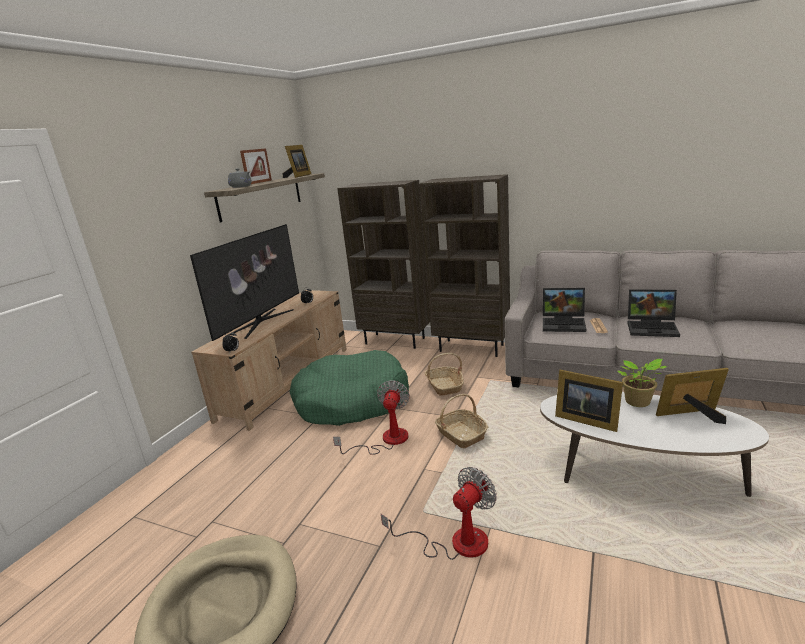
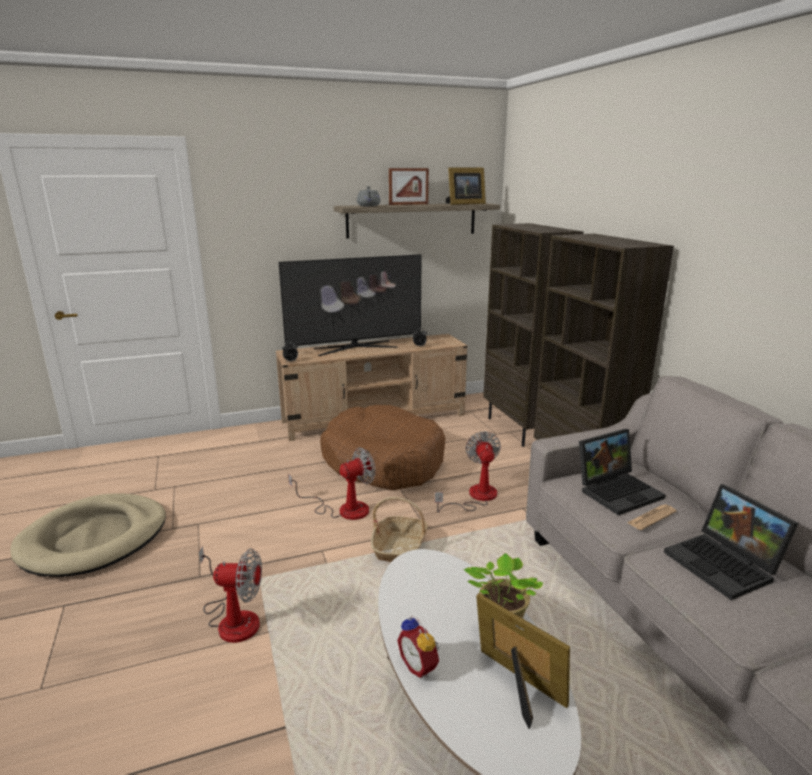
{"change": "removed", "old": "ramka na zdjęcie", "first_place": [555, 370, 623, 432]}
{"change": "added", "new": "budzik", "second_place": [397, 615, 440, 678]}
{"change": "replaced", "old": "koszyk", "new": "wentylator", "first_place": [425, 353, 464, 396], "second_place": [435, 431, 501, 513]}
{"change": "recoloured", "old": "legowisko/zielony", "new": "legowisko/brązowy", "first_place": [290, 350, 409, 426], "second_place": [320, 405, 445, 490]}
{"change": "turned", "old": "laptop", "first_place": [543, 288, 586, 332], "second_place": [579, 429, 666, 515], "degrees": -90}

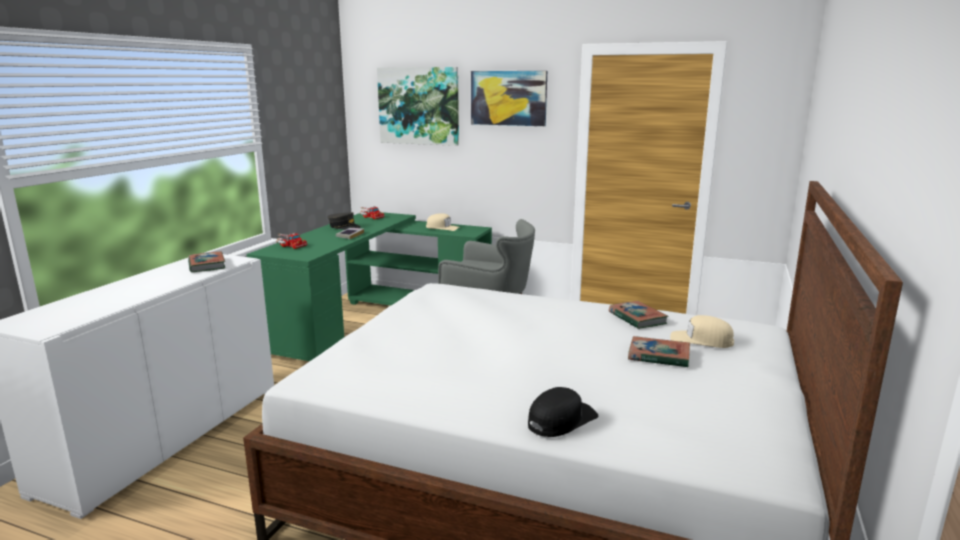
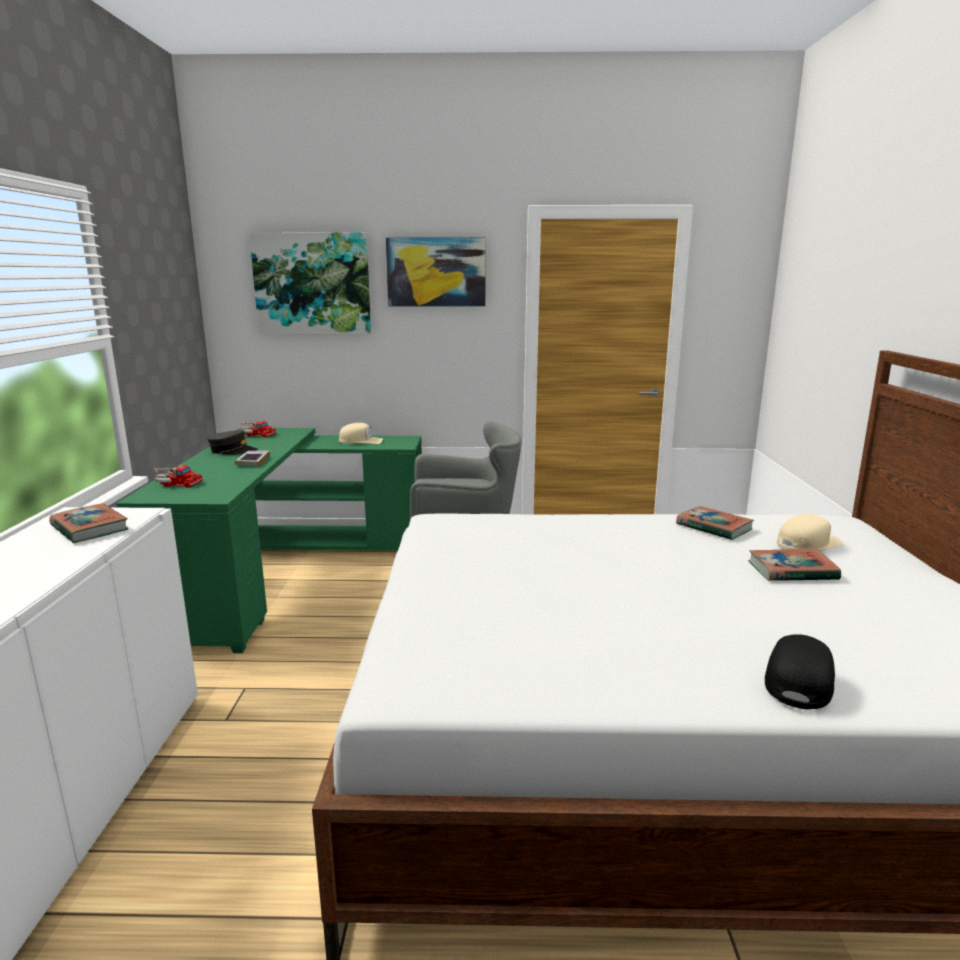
{"change": "turned", "old": "czapka z daszkiem/beżowy", "first_place": [670, 315, 734, 348], "second_place": [777, 514, 845, 551], "degrees": 150}

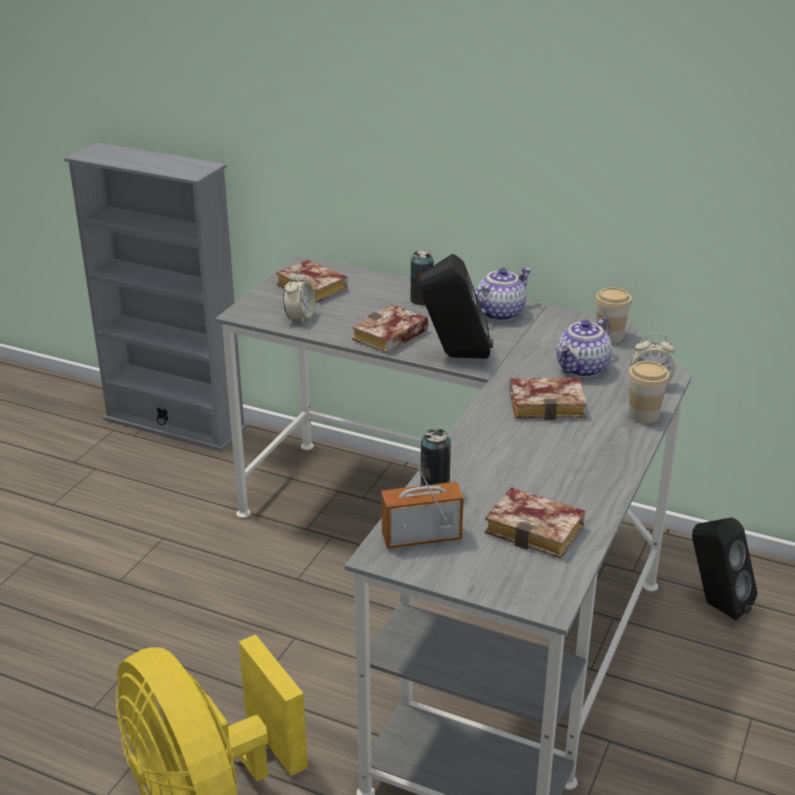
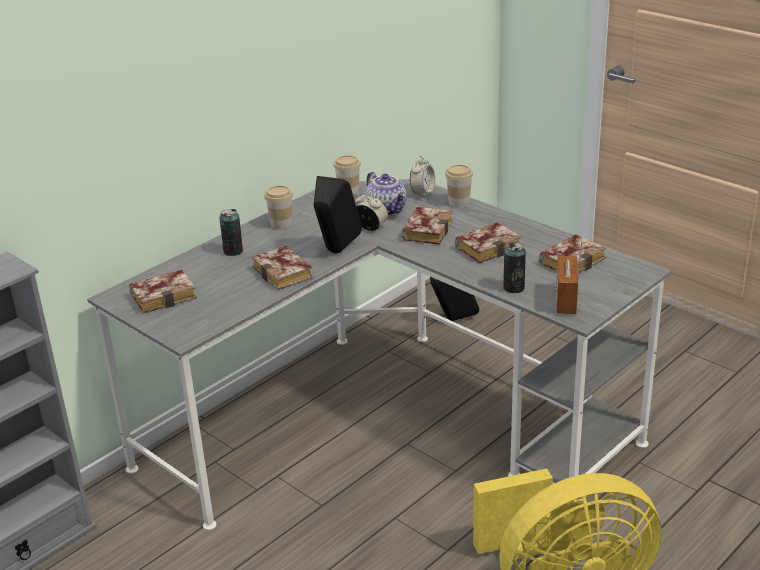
{"change": "added", "new": "książka", "second_place": [455, 222, 522, 263]}
{"change": "moved", "old": "budzik", "first_place": [283, 270, 315, 324], "second_place": [355, 192, 388, 231]}
{"change": "replaced", "old": "imbryk", "new": "filiżanka", "first_place": [475, 268, 531, 321], "second_place": [264, 185, 293, 230]}

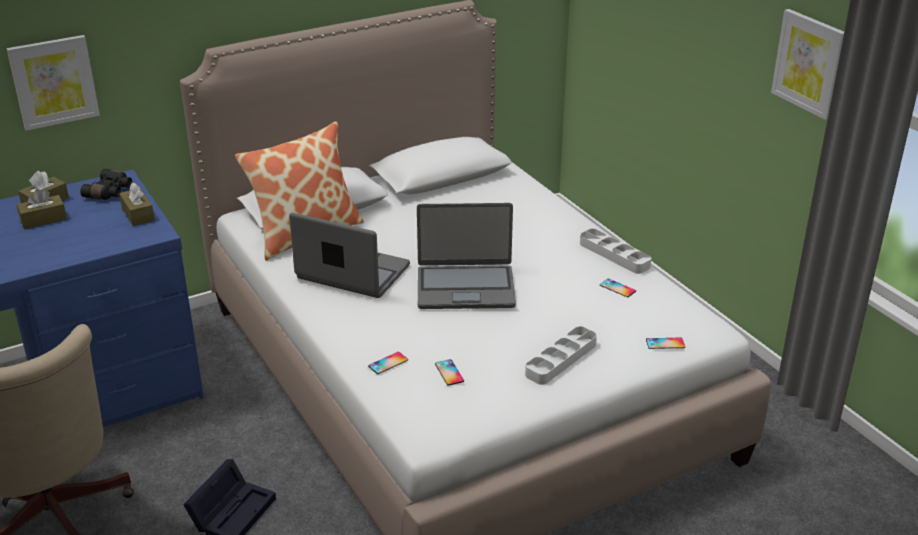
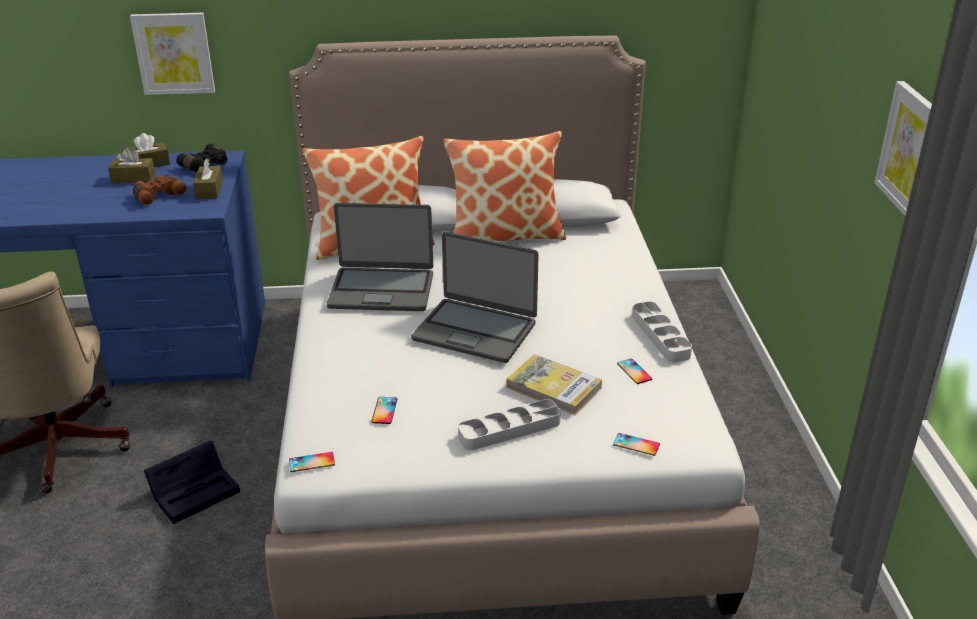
{"change": "added", "new": "lornetka/brązowy", "second_place": [133, 175, 187, 206]}
{"change": "added", "new": "poduszka", "second_place": [443, 131, 566, 241]}
{"change": "added", "new": "książka", "second_place": [506, 354, 602, 415]}
{"change": "moved", "old": "telefon", "first_place": [368, 352, 408, 374], "second_place": [289, 452, 335, 472]}
{"change": "turned", "old": "laptop", "first_place": [289, 213, 410, 298], "second_place": [327, 203, 433, 311], "degrees": 135}

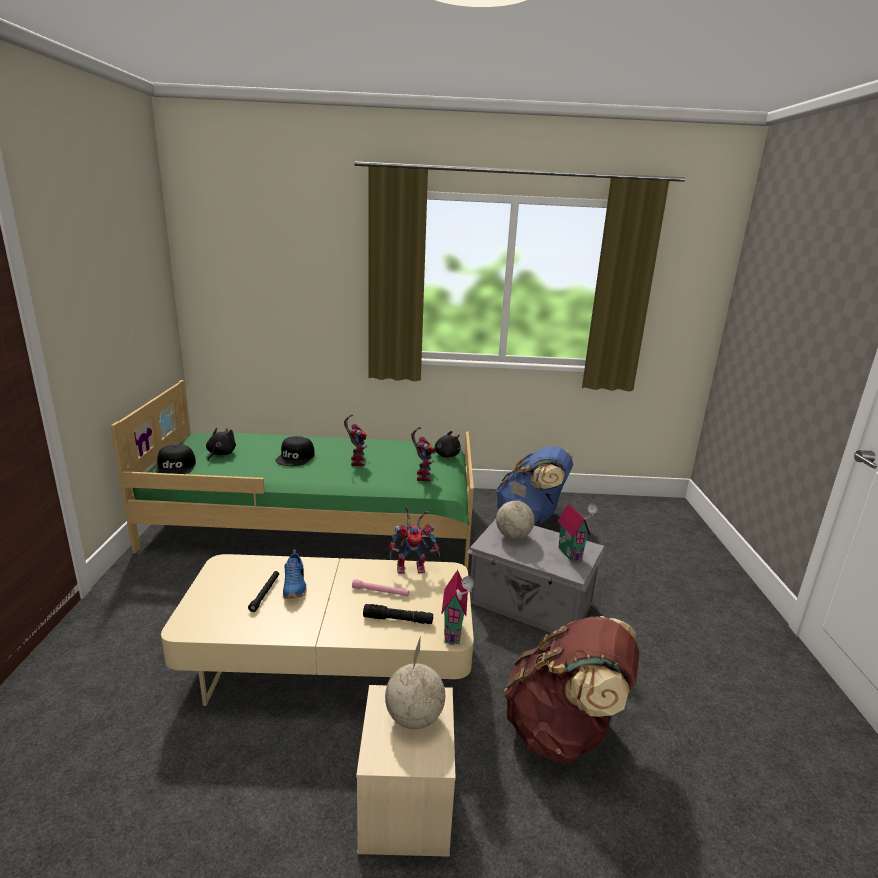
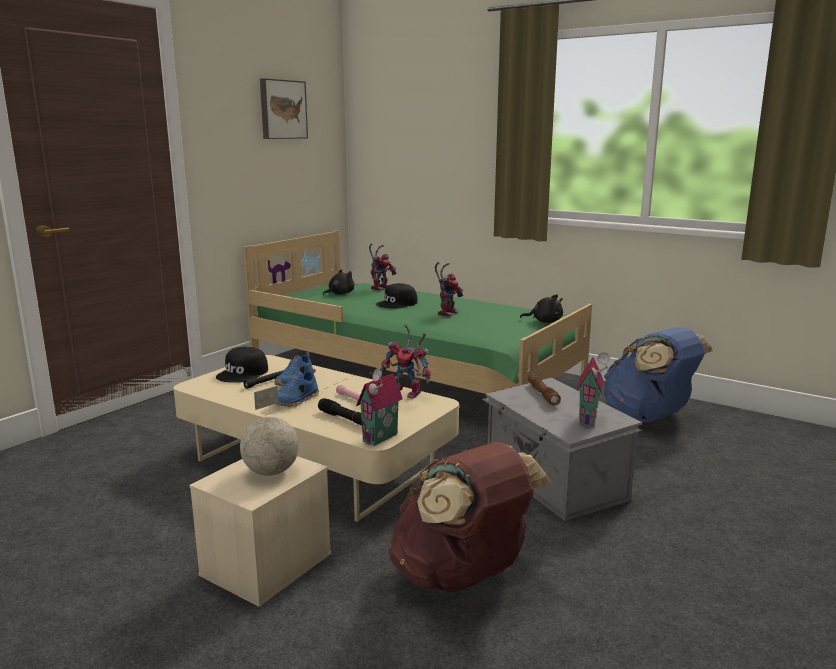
{"change": "added", "new": "obraz", "second_place": [260, 78, 308, 139]}
{"change": "added", "new": "but/niebieski", "second_place": [277, 369, 319, 407]}
{"change": "moved", "old": "czapka z daszkiem/czarny", "first_place": [155, 445, 196, 474], "second_place": [216, 347, 268, 383]}
{"change": "moved", "old": "robot zabawkowy", "first_place": [411, 427, 434, 482], "second_place": [369, 243, 397, 291]}
{"change": "replaced", "old": "globus", "new": "latarka/brązowy", "first_place": [496, 481, 534, 539], "second_place": [528, 374, 561, 406]}

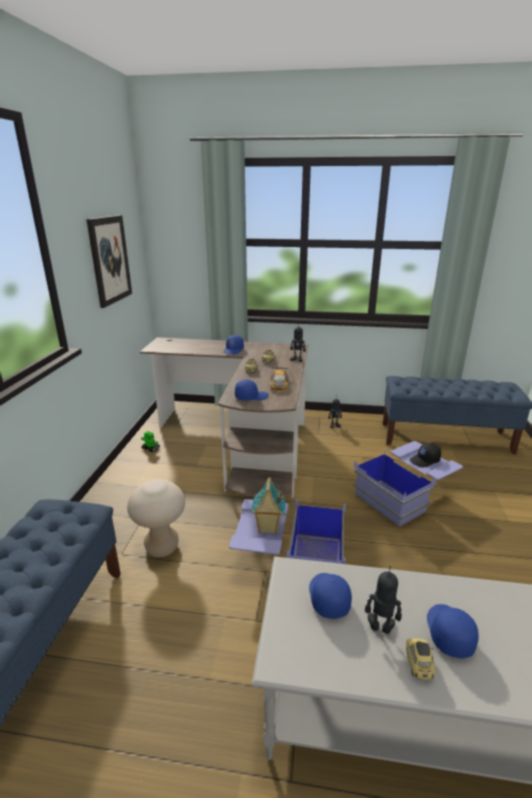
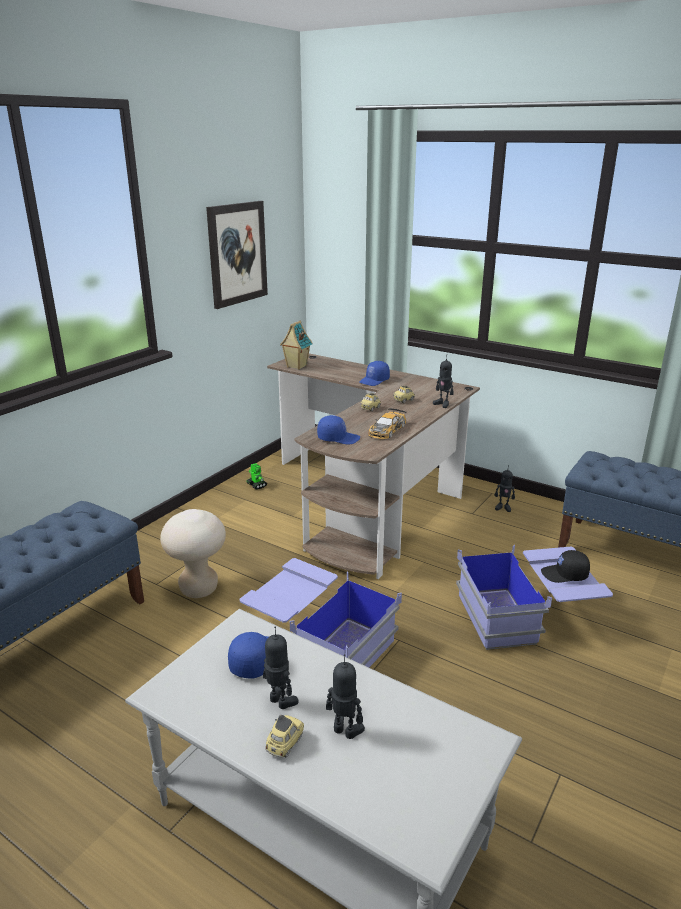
{"change": "moved", "old": "domek", "first_place": [252, 477, 285, 534], "second_place": [280, 320, 313, 370]}
{"change": "replaced", "old": "czapka z daszkiem/niebieski", "new": "robot zabawkowy", "first_place": [427, 604, 479, 658], "second_place": [326, 654, 365, 739]}

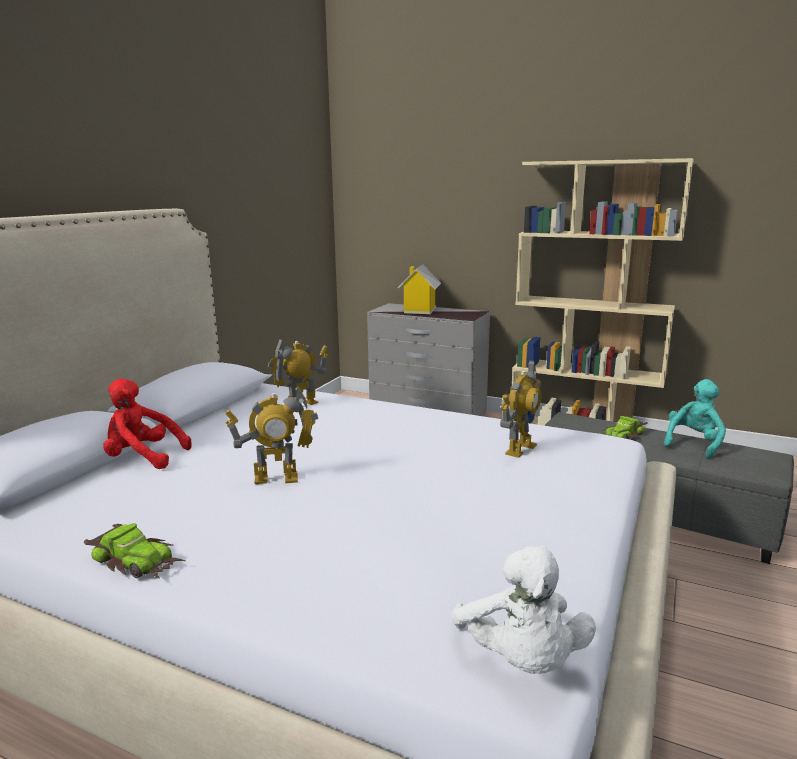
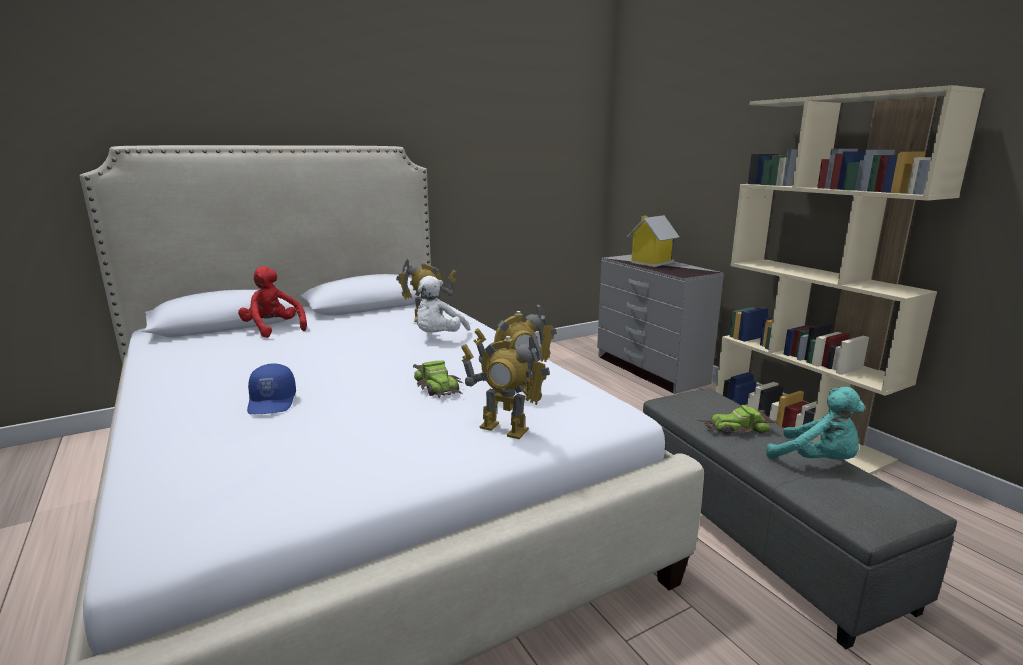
{"change": "added", "new": "czapka z daszkiem/niebieski", "second_place": [247, 363, 296, 414]}
{"change": "moved", "old": "samochodzik", "first_place": [84, 523, 185, 579], "second_place": [413, 361, 463, 398]}
{"change": "moved", "old": "robot zabawkowy", "first_place": [225, 387, 318, 484], "second_place": [461, 333, 550, 439]}
{"change": "moved", "old": "pluszak/biały", "first_place": [451, 546, 596, 674], "second_place": [417, 276, 470, 333]}
{"change": "turned", "old": "pluszak/turkusowy", "first_place": [664, 379, 726, 458], "second_place": [766, 387, 865, 460], "degrees": 60}

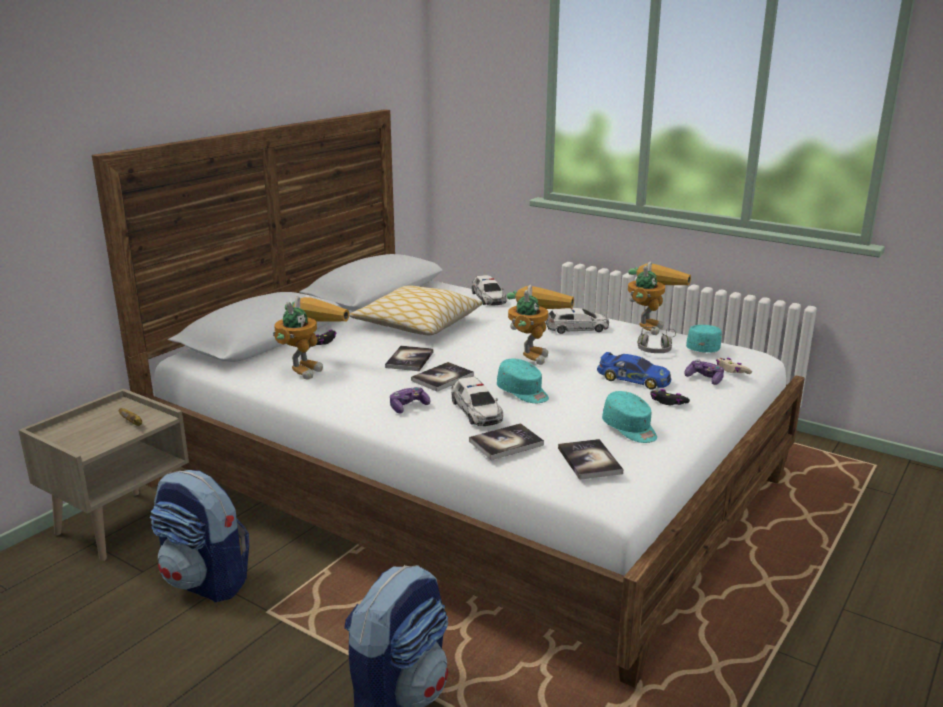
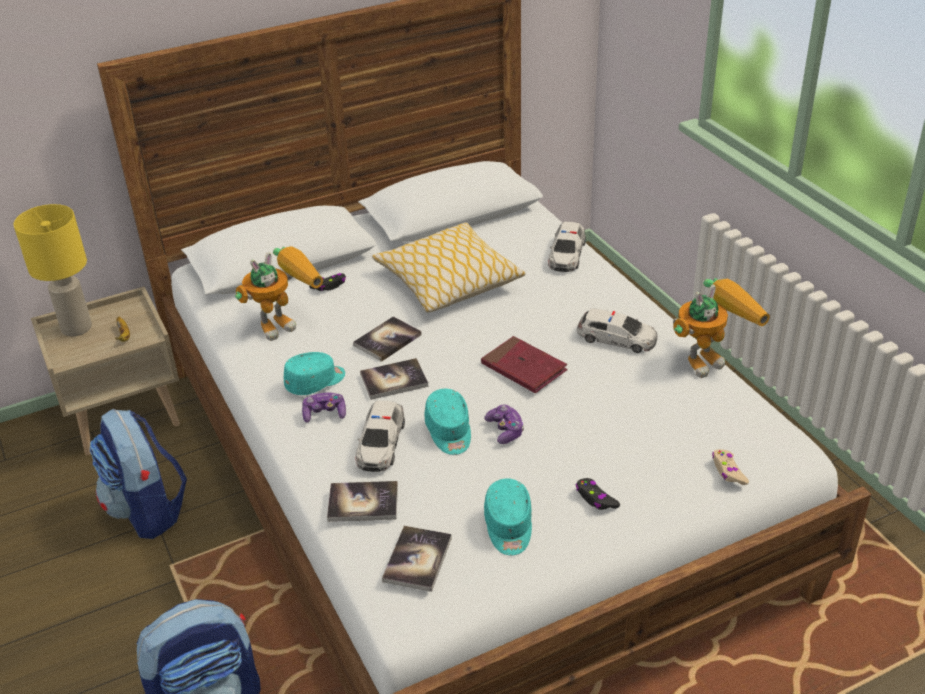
{"change": "removed", "old": "samochodzik", "first_place": [597, 352, 671, 390]}
{"change": "removed", "old": "słuchawki/szary", "first_place": [638, 326, 676, 353]}
{"change": "added", "new": "lampa stołowa/żółty", "second_place": [14, 204, 92, 336]}
{"change": "moved", "old": "pad do gier", "first_place": [684, 359, 724, 385], "second_place": [484, 404, 524, 444]}
{"change": "moved", "old": "czapka z daszkiem/turkusowy", "first_place": [686, 325, 722, 353], "second_place": [284, 352, 345, 395]}
{"change": "replaced", "old": "robot zabawkowy", "new": "książka/czerwony", "first_place": [507, 285, 574, 365], "second_place": [481, 336, 568, 393]}

